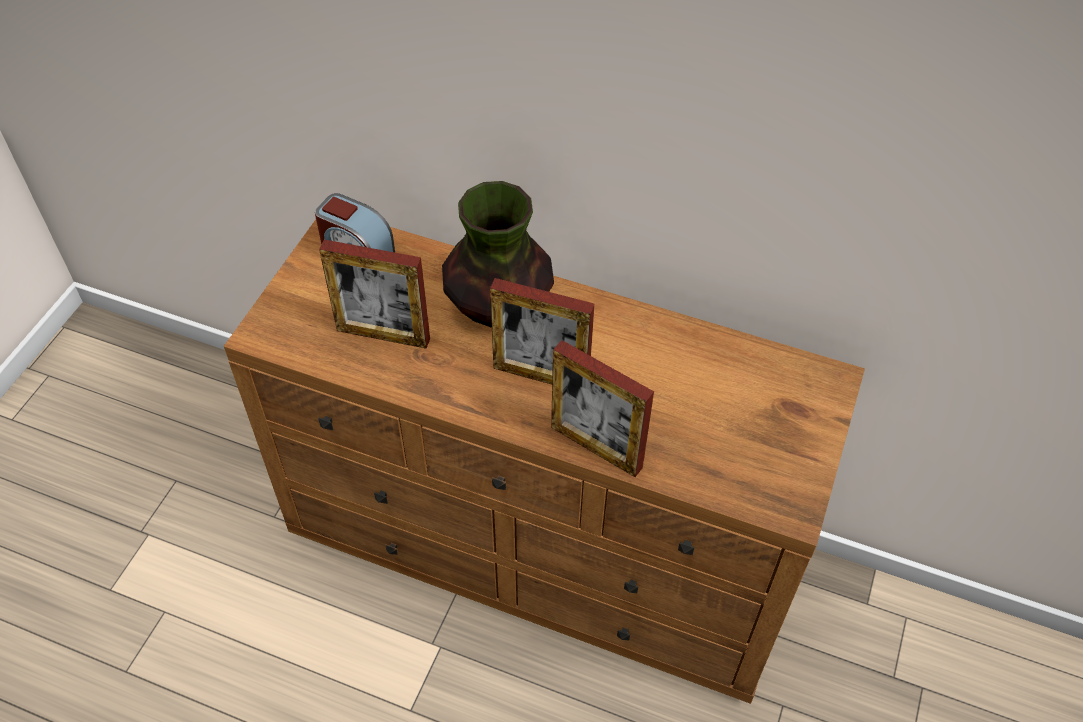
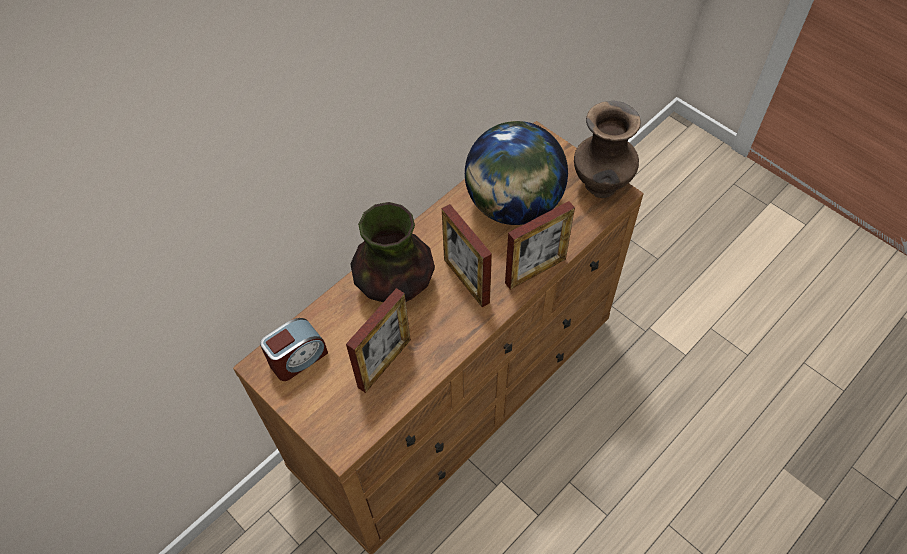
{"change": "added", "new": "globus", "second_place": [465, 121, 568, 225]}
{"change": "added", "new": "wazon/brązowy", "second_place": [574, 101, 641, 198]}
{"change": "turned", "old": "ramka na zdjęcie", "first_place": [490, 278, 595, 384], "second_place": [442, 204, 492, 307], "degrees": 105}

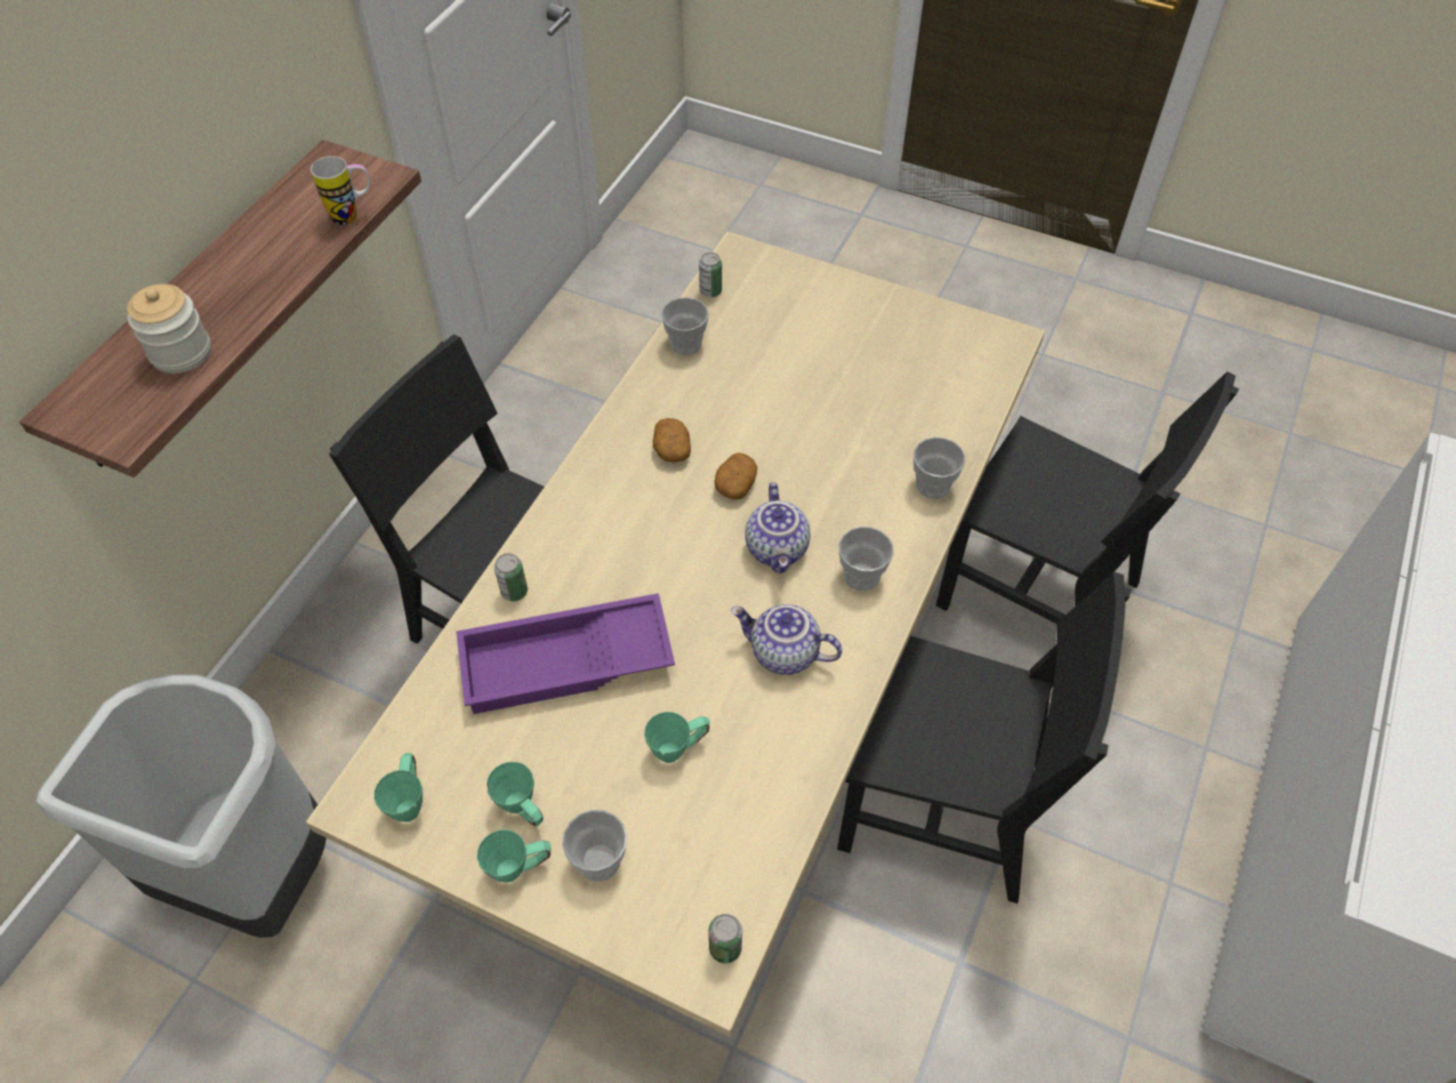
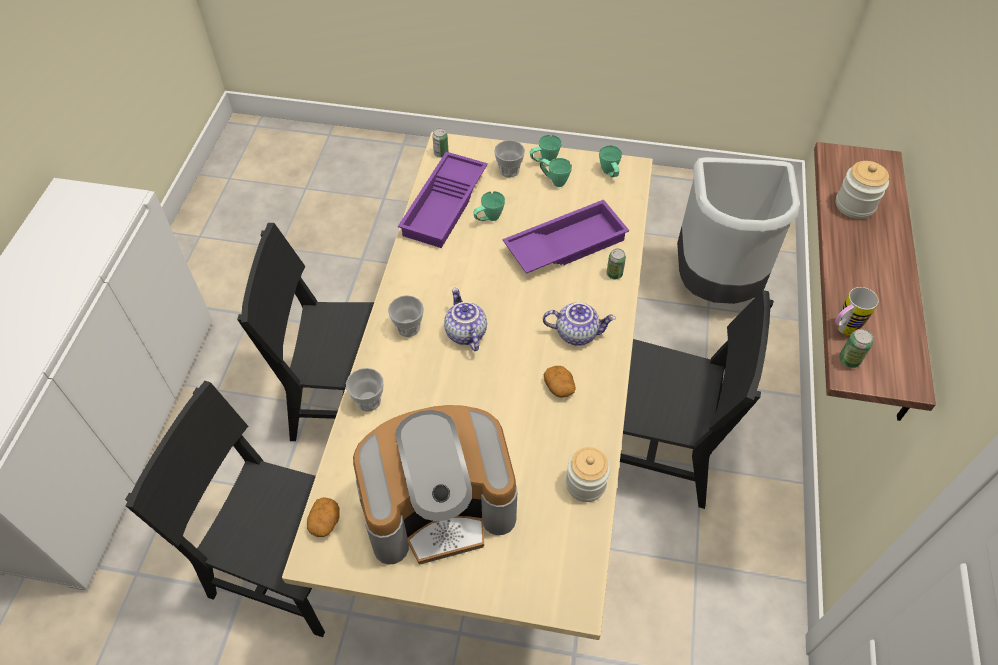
{"change": "added", "new": "ekspres do kawy", "second_place": [353, 405, 517, 565]}
{"change": "added", "new": "taca/fioletowy", "second_place": [398, 152, 488, 248]}
{"change": "moved", "old": "puszka", "first_place": [699, 252, 722, 297], "second_place": [839, 329, 874, 368]}
{"change": "moved", "old": "ziemniak", "first_place": [714, 453, 757, 500], "second_place": [307, 497, 340, 537]}
{"change": "moved", "old": "imbryk", "first_place": [731, 604, 842, 675], "second_place": [543, 302, 616, 346]}
{"change": "replaced", "old": "filiżanka", "new": "słoik", "first_place": [661, 297, 709, 355], "second_place": [566, 447, 610, 502]}

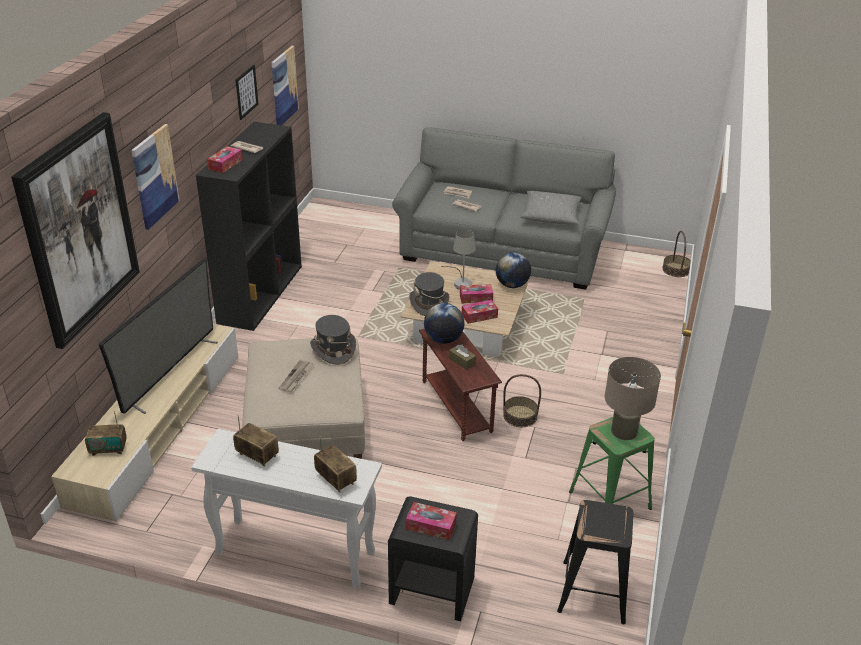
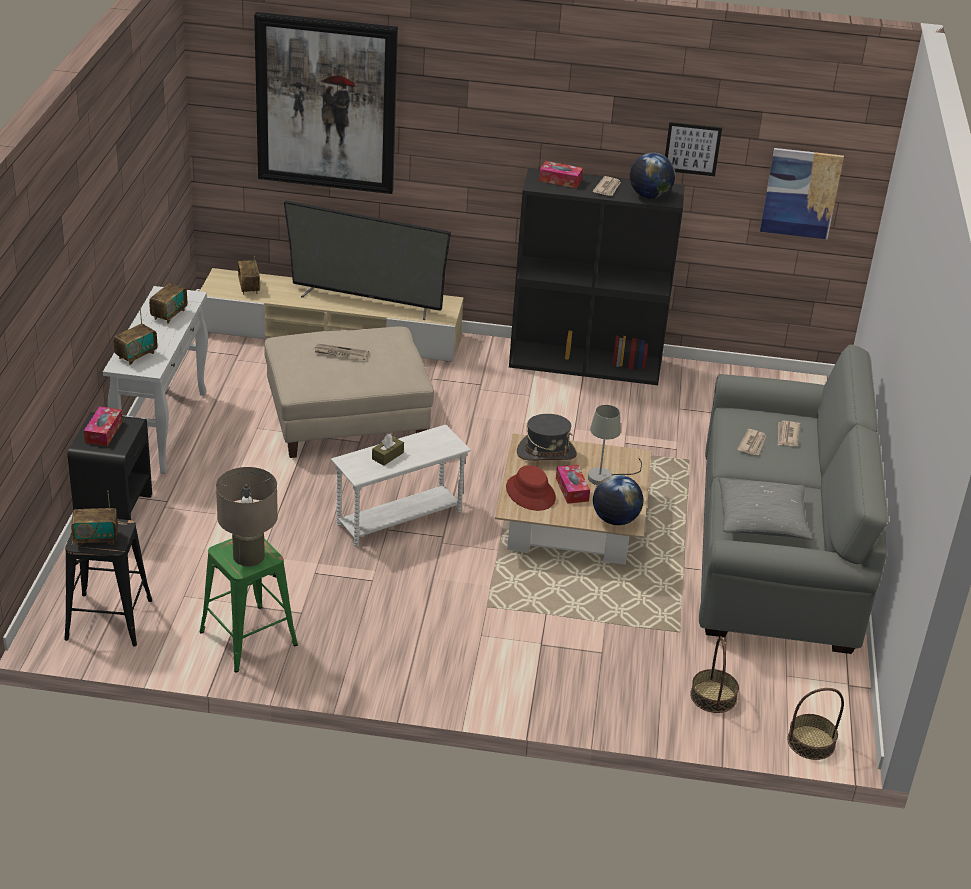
{"change": "removed", "old": "obraz", "first_place": [131, 124, 179, 230]}
{"change": "removed", "old": "kapelusz/szary", "first_place": [310, 315, 356, 365]}
{"change": "added", "new": "radio", "second_place": [71, 491, 118, 546]}
{"change": "moved", "old": "globus", "first_place": [424, 303, 465, 344], "second_place": [630, 153, 675, 199]}
{"change": "moved", "old": "koszyk", "first_place": [503, 374, 541, 427], "second_place": [690, 636, 739, 713]}
{"change": "replaced", "old": "pudełko chusteczek", "new": "kapelusz/czerwony", "first_place": [462, 300, 498, 324], "second_place": [506, 465, 556, 511]}
{"change": "recoloured", "old": "stolik/brązowy", "new": "stolik/biały", "first_place": [419, 329, 502, 441], "second_place": [331, 425, 471, 547]}

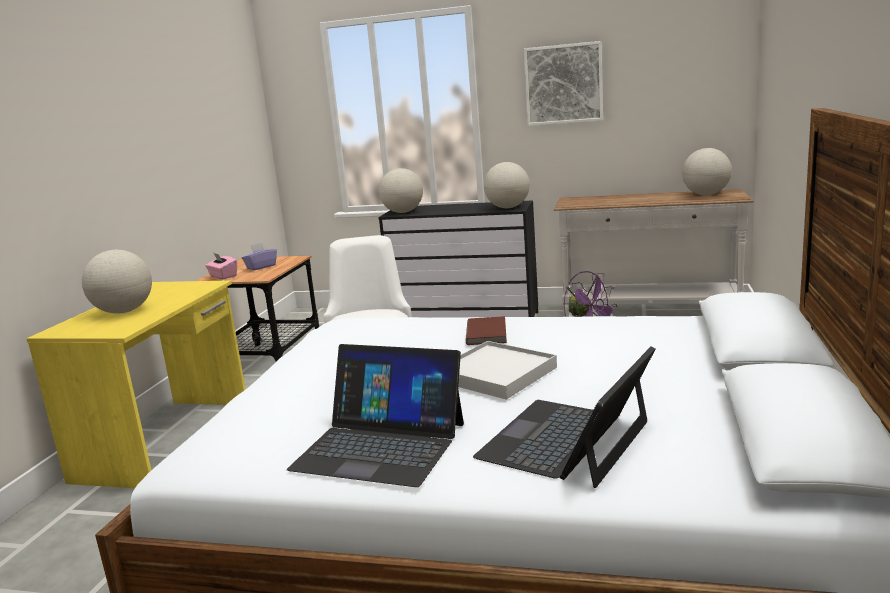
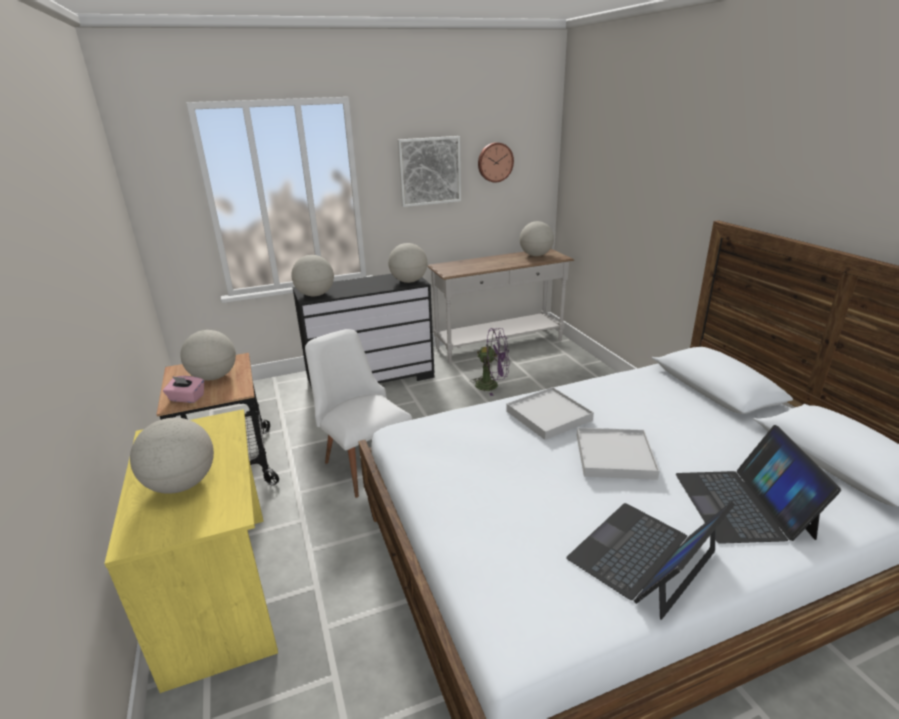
{"change": "added", "new": "zegar ścienny", "second_place": [478, 142, 514, 183]}
{"change": "replaced", "old": "pudełko chusteczek/fioletowy", "new": "globus", "first_place": [242, 242, 277, 270], "second_place": [181, 330, 236, 380]}
{"change": "replaced", "old": "książka/brązowy", "new": "taca/biały", "first_place": [466, 316, 507, 345], "second_place": [506, 387, 594, 440]}
{"change": "turned", "old": "laptop", "first_place": [287, 344, 464, 487], "second_place": [566, 501, 735, 620], "degrees": 150}

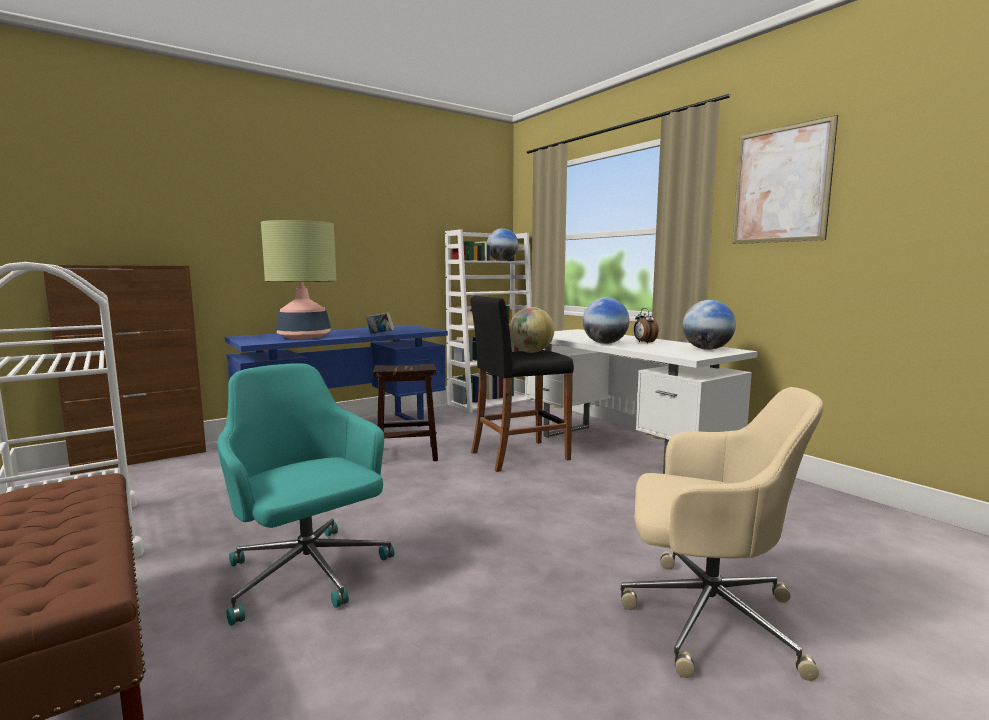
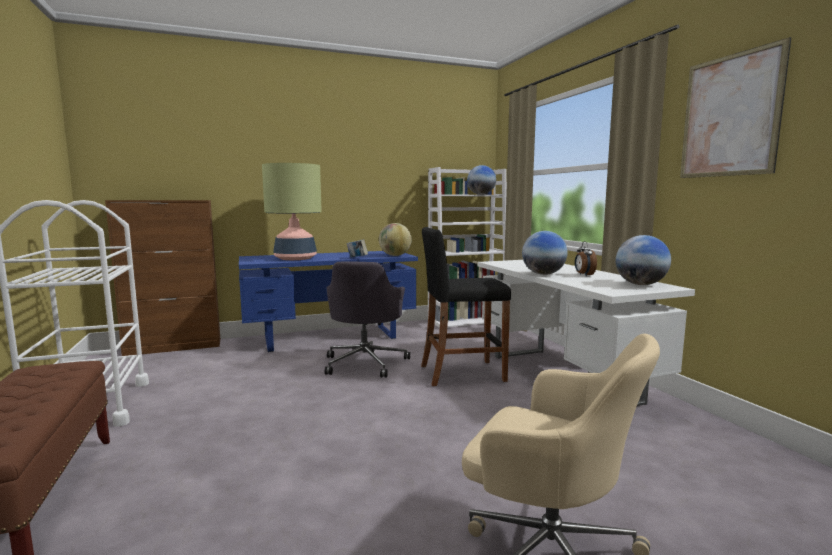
{"change": "removed", "old": "krzesło biurowe/turkusowy", "first_place": [217, 363, 395, 626]}
{"change": "moved", "old": "globus", "first_place": [509, 307, 554, 353], "second_place": [379, 223, 412, 256]}
{"change": "replaced", "old": "stołek/brązowy", "new": "krzesło biurowe/szary", "first_place": [373, 364, 438, 461], "second_place": [325, 262, 410, 378]}

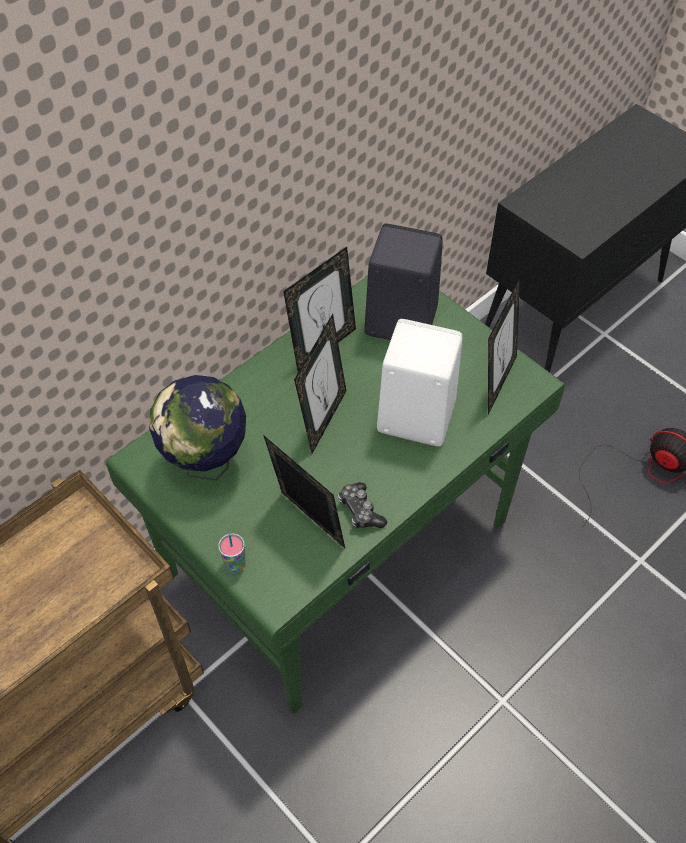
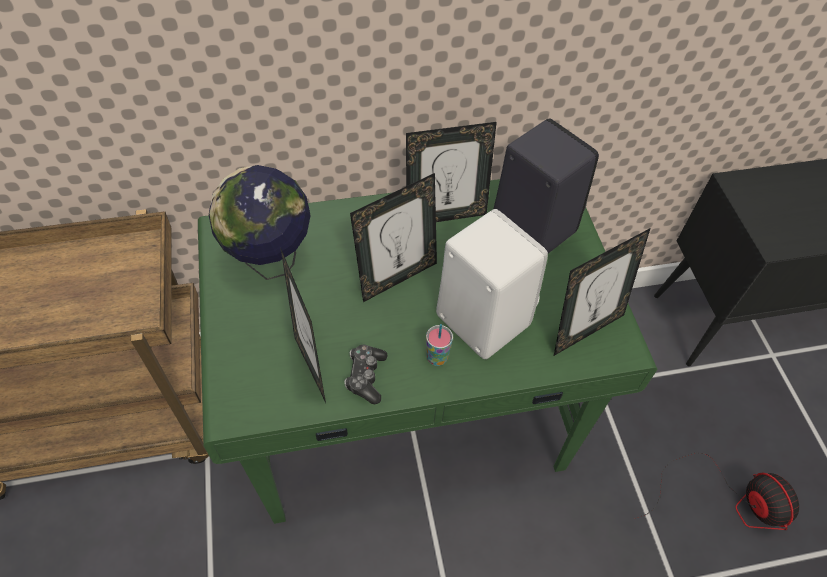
{"change": "moved", "old": "filiżanka", "first_place": [218, 534, 246, 572], "second_place": [426, 324, 453, 366]}

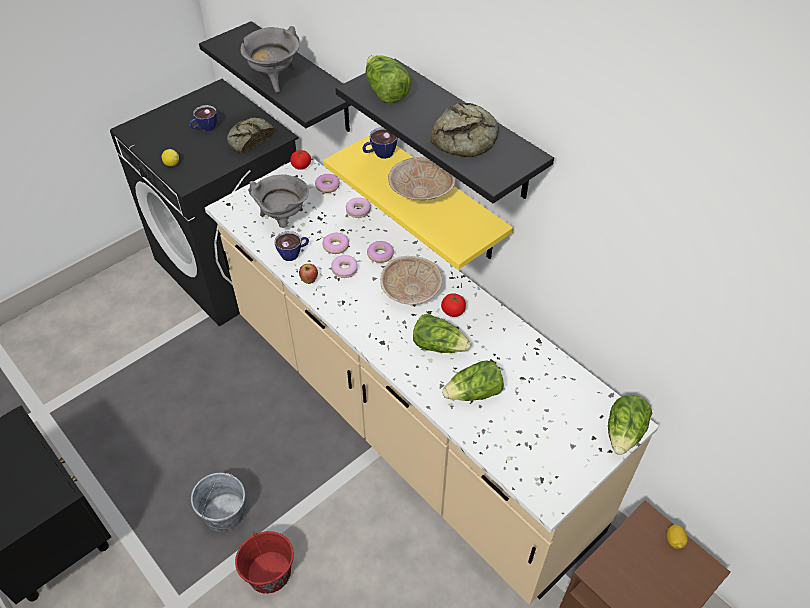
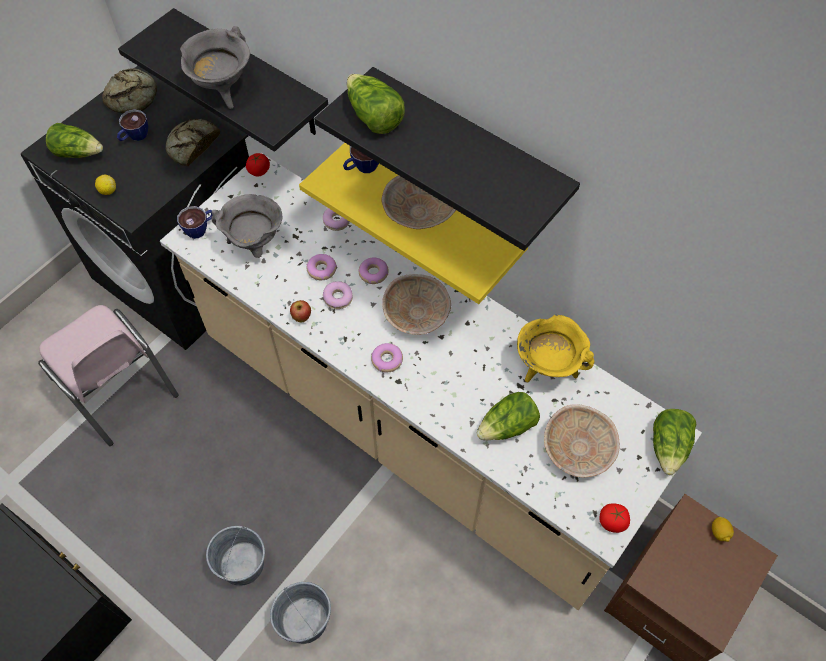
{"change": "added", "new": "krzesło/różowy", "second_place": [38, 305, 179, 446]}
{"change": "added", "new": "garnek/żółty", "second_place": [517, 315, 594, 382]}
{"change": "added", "new": "miska/beżowy", "second_place": [544, 404, 620, 477]}
{"change": "moved", "old": "filiżanka", "first_place": [274, 231, 309, 261], "second_place": [177, 206, 213, 239]}
{"change": "moved", "old": "donut", "first_place": [315, 174, 340, 193], "second_place": [371, 343, 403, 373]}
{"change": "moved", "old": "sałata", "first_place": [413, 314, 471, 353], "second_place": [46, 123, 103, 158]}
{"change": "moved", "old": "chleb", "first_place": [430, 103, 499, 157], "second_place": [102, 68, 157, 113]}
{"change": "moved", "old": "pomidor", "first_place": [441, 293, 466, 317], "second_place": [599, 503, 630, 533]}
{"change": "recoloured", "old": "wiadro/czerwony", "new": "wiadro/szary", "first_place": [235, 531, 294, 594], "second_place": [270, 582, 331, 644]}

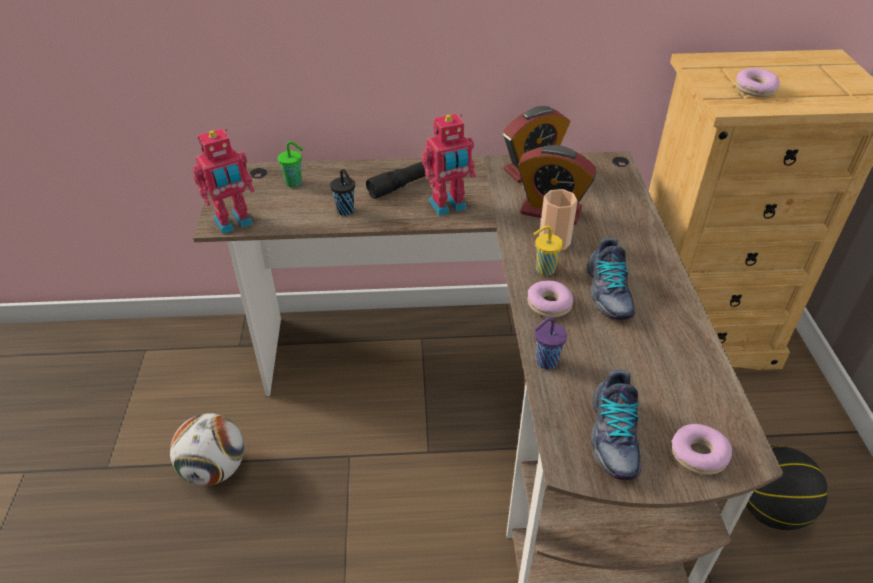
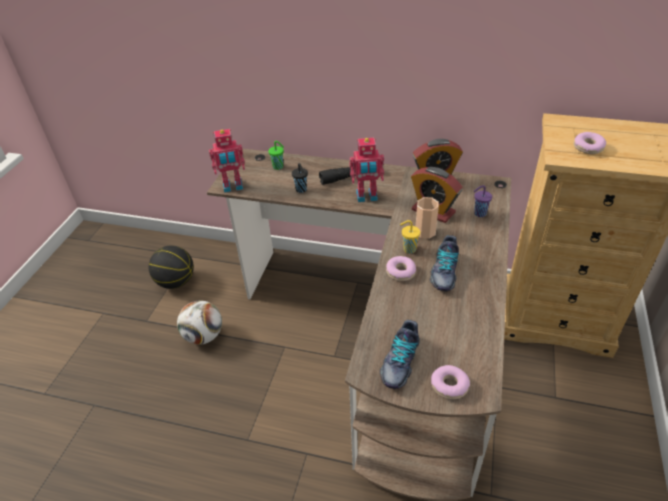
{"change": "moved", "old": "filiżanka/fioletowy", "first_place": [534, 317, 567, 369], "second_place": [474, 185, 492, 217]}
{"change": "moved", "old": "piłka do koszykówki", "first_place": [745, 446, 828, 530], "second_place": [149, 245, 194, 289]}

